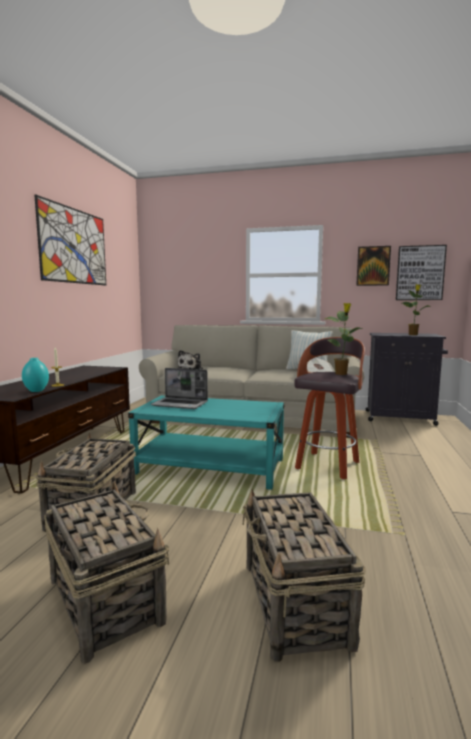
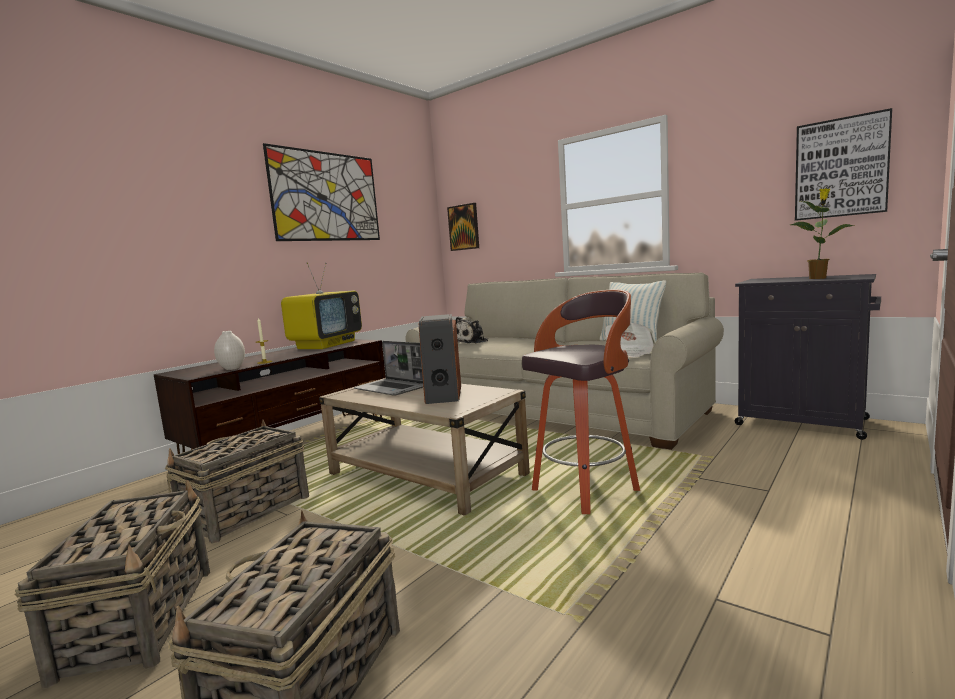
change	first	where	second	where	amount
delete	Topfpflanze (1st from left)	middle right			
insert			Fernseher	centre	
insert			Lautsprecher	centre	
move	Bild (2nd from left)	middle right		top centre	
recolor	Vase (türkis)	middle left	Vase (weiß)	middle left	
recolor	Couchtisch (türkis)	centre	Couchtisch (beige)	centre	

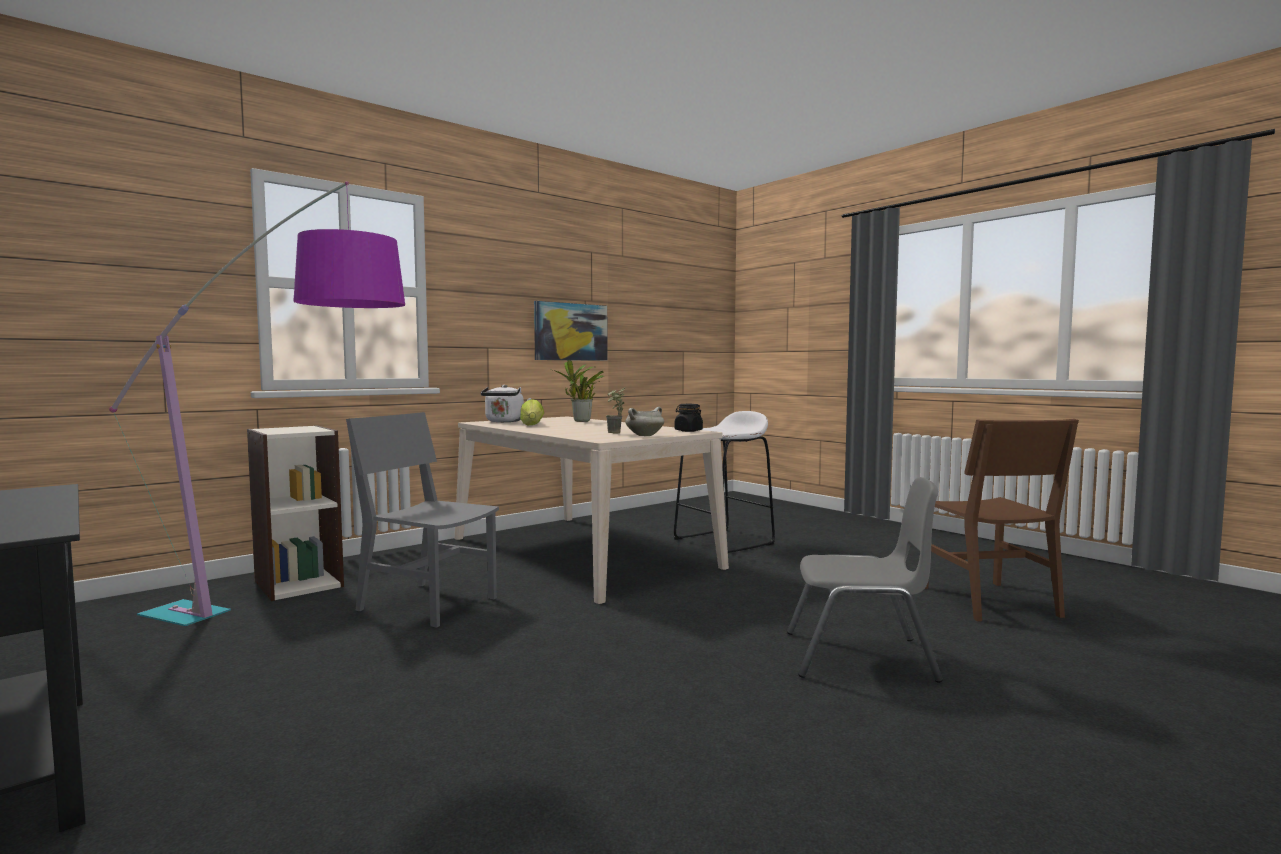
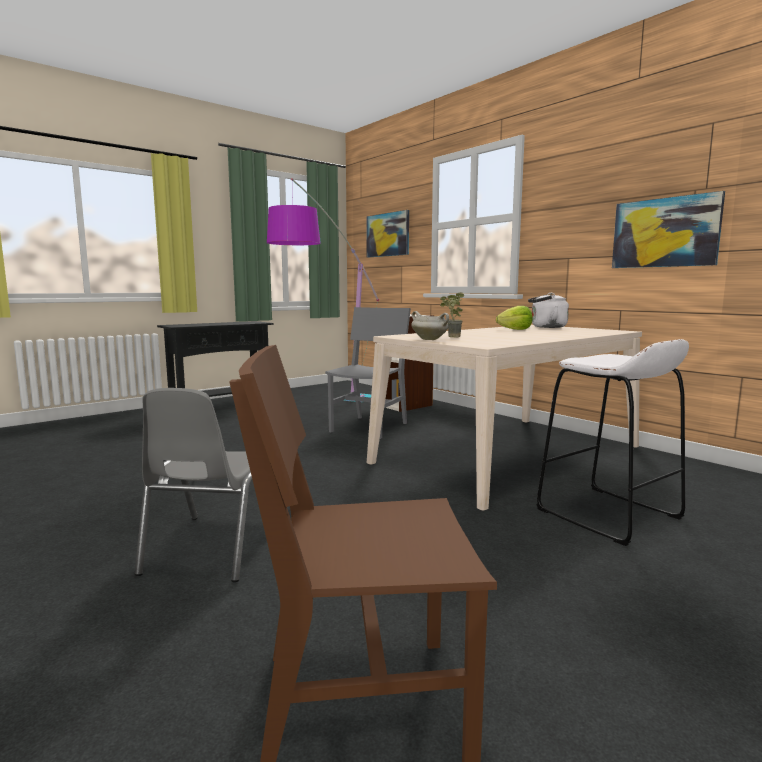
change	first	where	second	where	amount
delete	Topfpflanze (1st from left)	centre			
delete	Vorratsglas (schwarz)	centre			
insert			Bild (1st from left)	top centre	

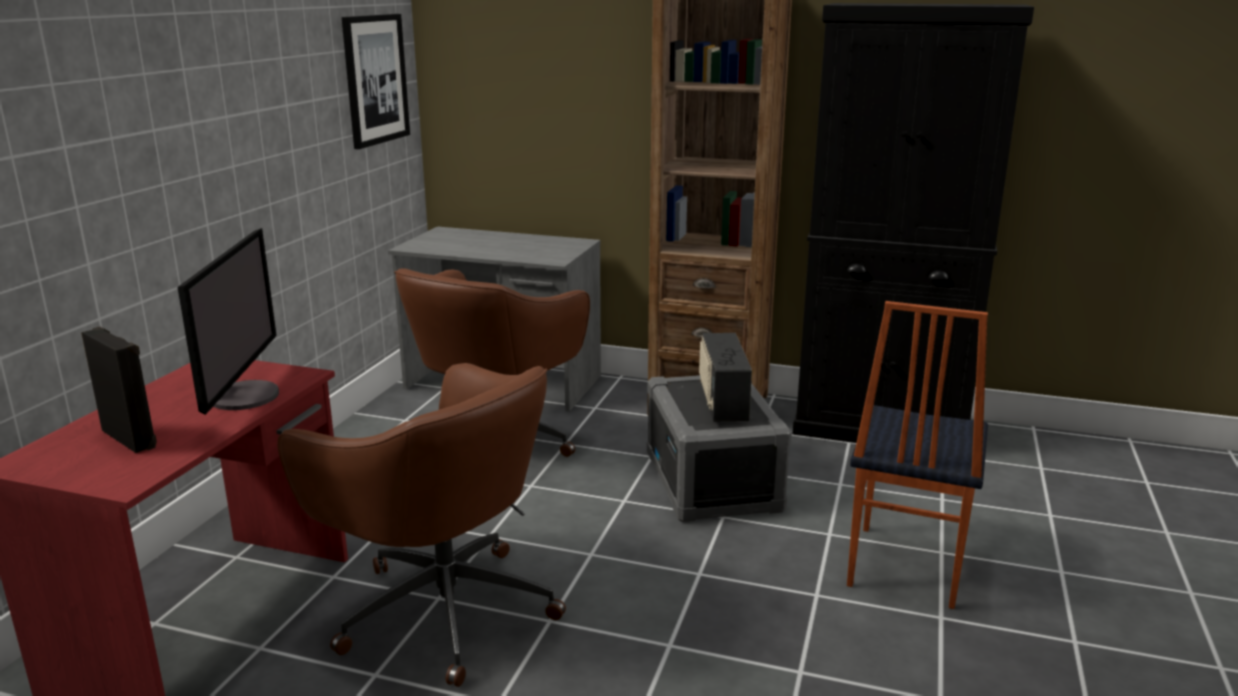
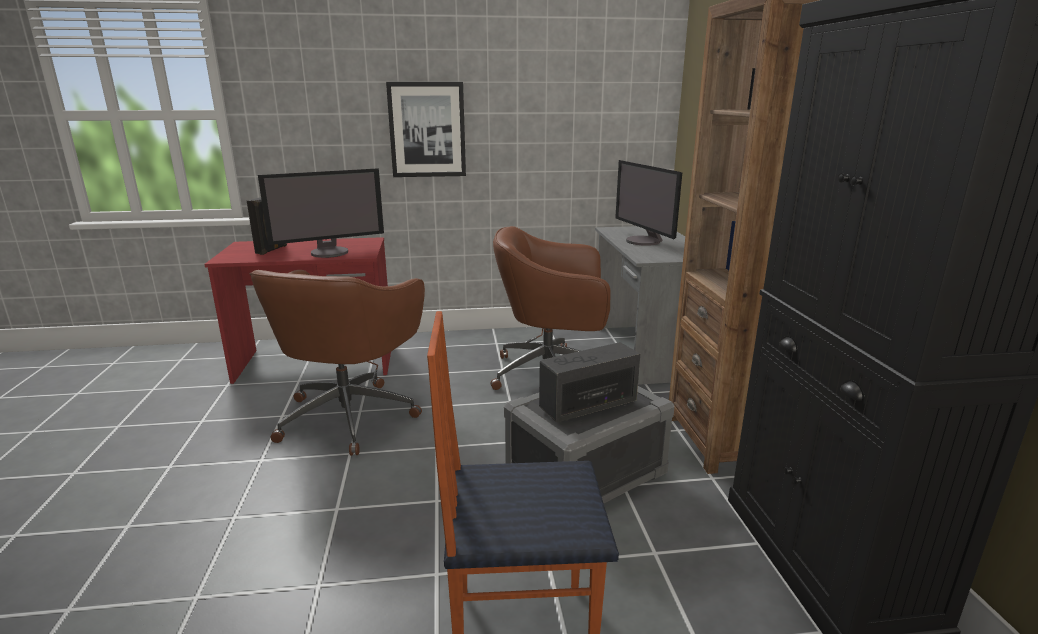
change	first	where	second	where	amount
insert			Monitor (2nd from left)	top centre	
move	Bild	top left		top centre	

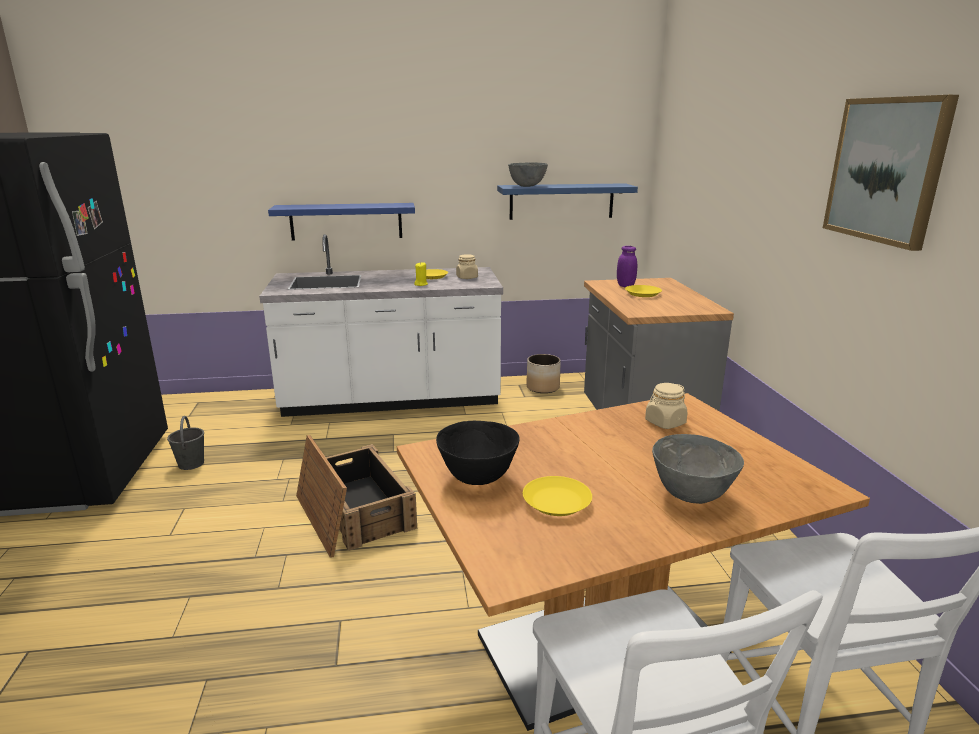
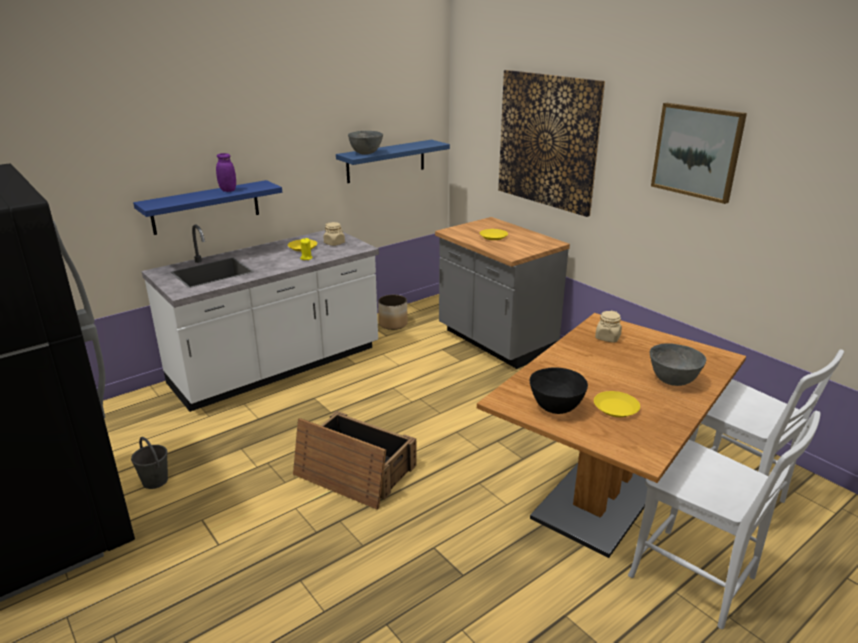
change	first	where	second	where	amount
insert			Bild (1st from left)	top centre	
move	Vorratsglas (lila)	centre		top left	

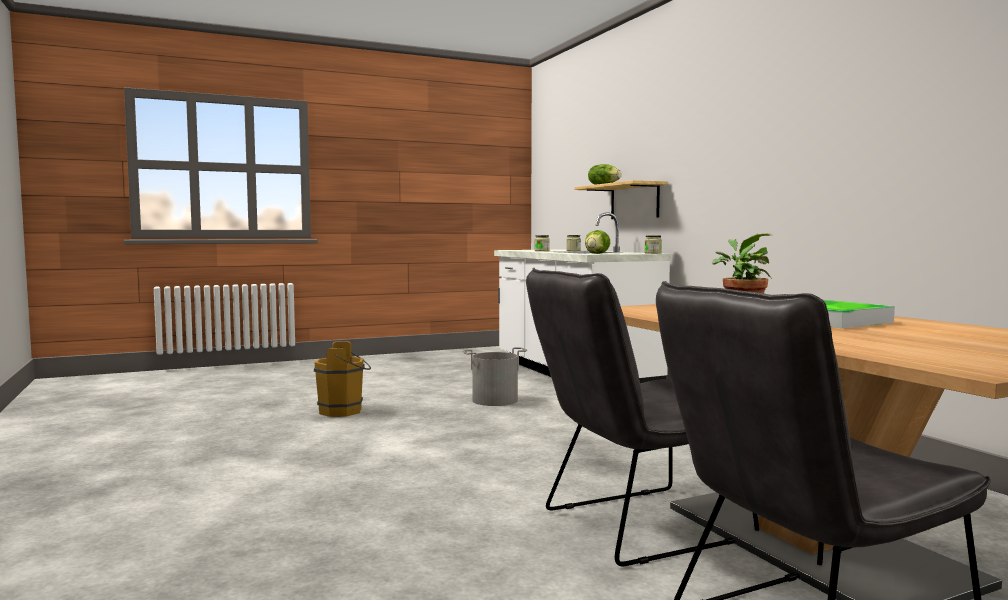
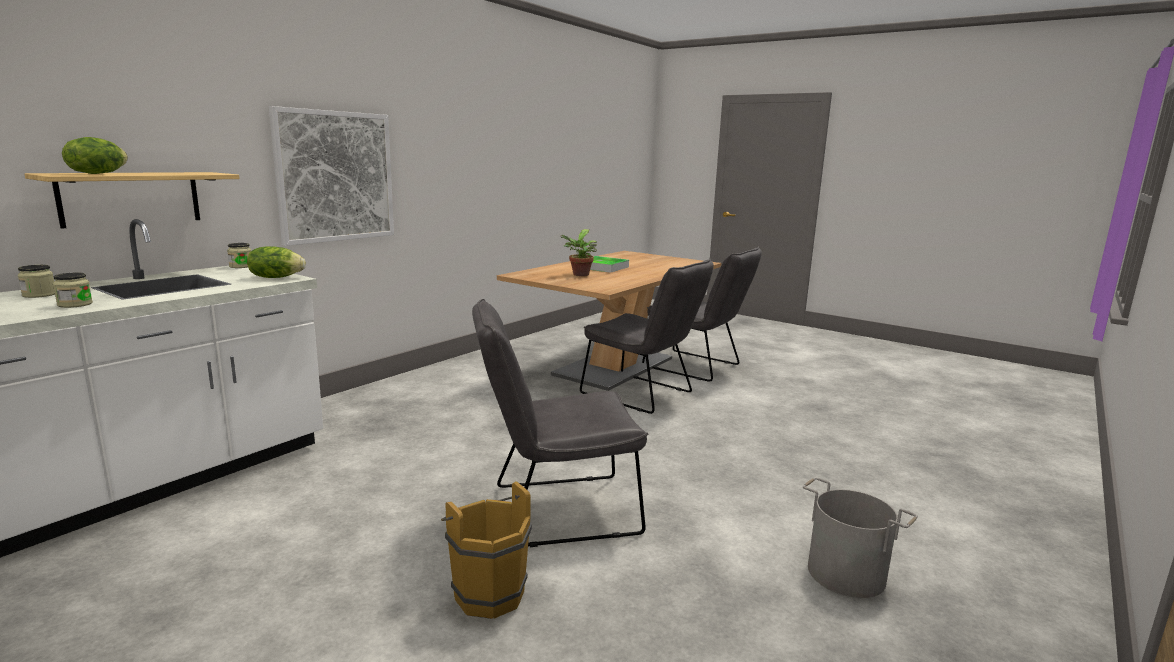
change	first	where	second	where	amount
insert			Bild	top left	
insert			Stuhl (grau) (1st from left)	centre	
move	Eimer (grau)	centre		bottom right	

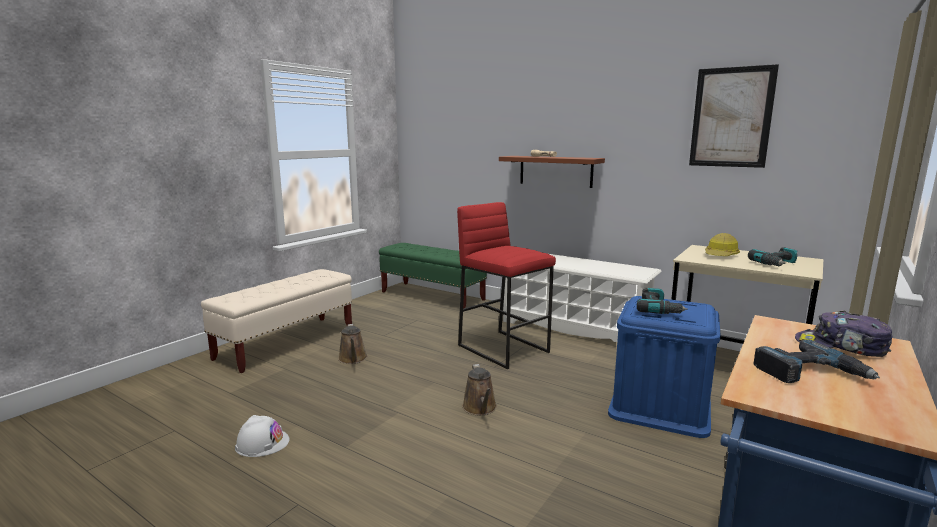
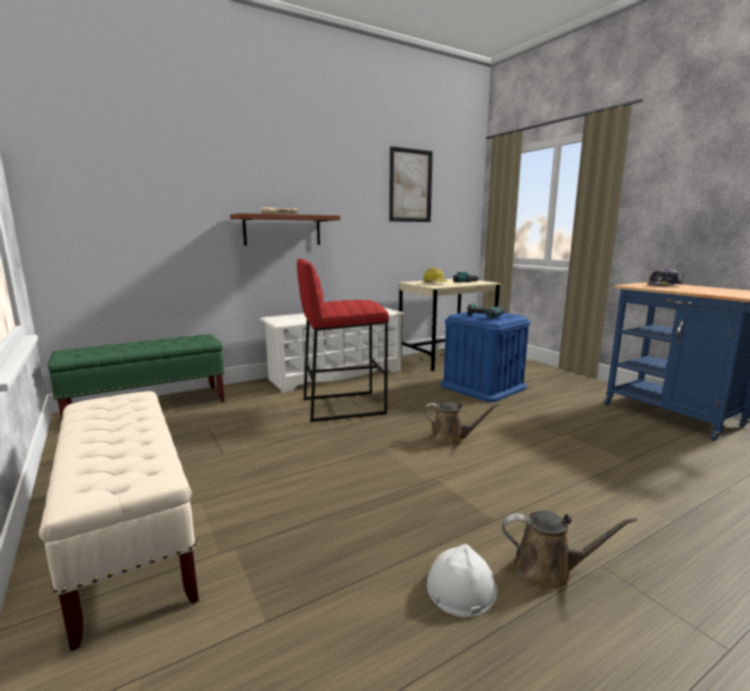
change	first	where	second	where	amount
delete	Bohrmaschine (3rd from left)	bottom right			
move	Gießkanne (braun) (1st from left in the first image)	centre	Gießkanne (braun) (2nd from left)	bottom right	

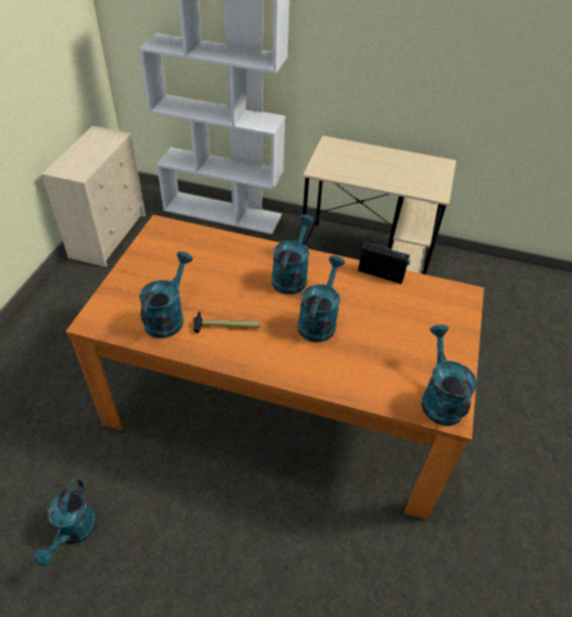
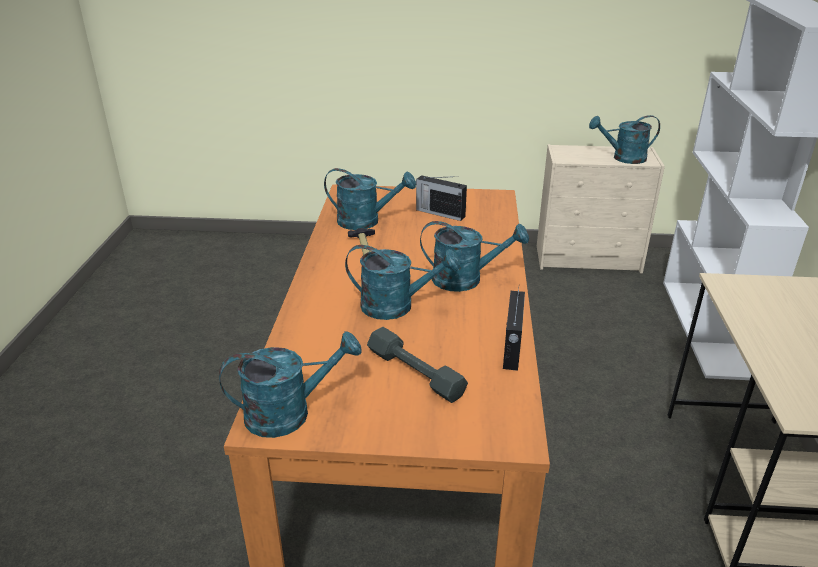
change	first	where	second	where	amount
insert			Hantel (grau)	centre	
insert			Radio (1st from left)	centre	
move	Gießkanne (türkis) (1st from left in the first image)	bottom left	Gießkanne (türkis) (5th from left)	top right	

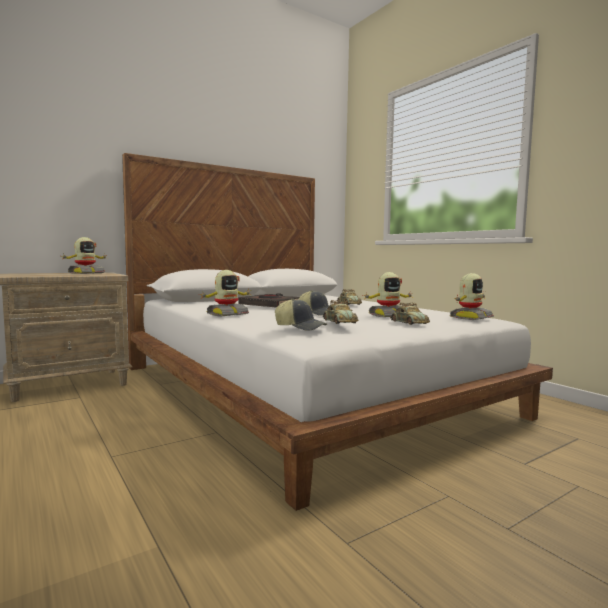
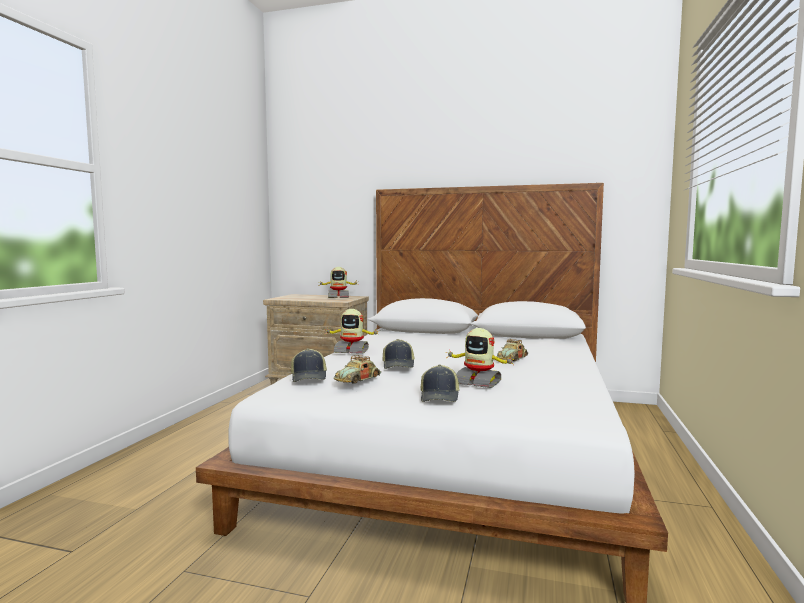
change	first	where	second	where	amount
delete	Buch (schwarz)	centre			
delete	Spielzeugroboter (4th from left)	middle right			
replace	Spielzeugauto (3rd from left)	middle right	Kappe (3rd from left)	centre	

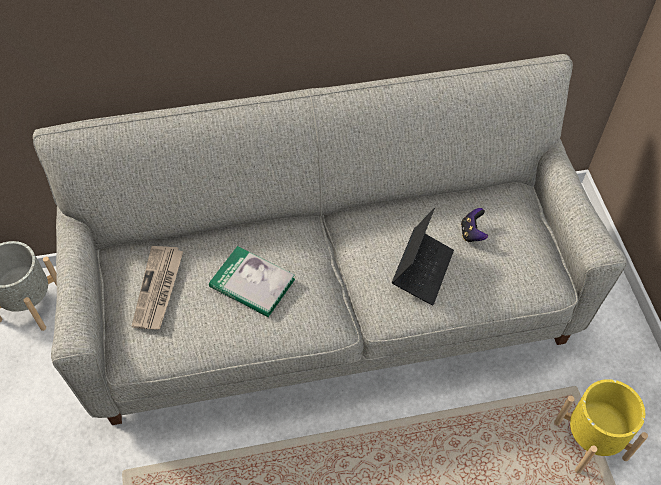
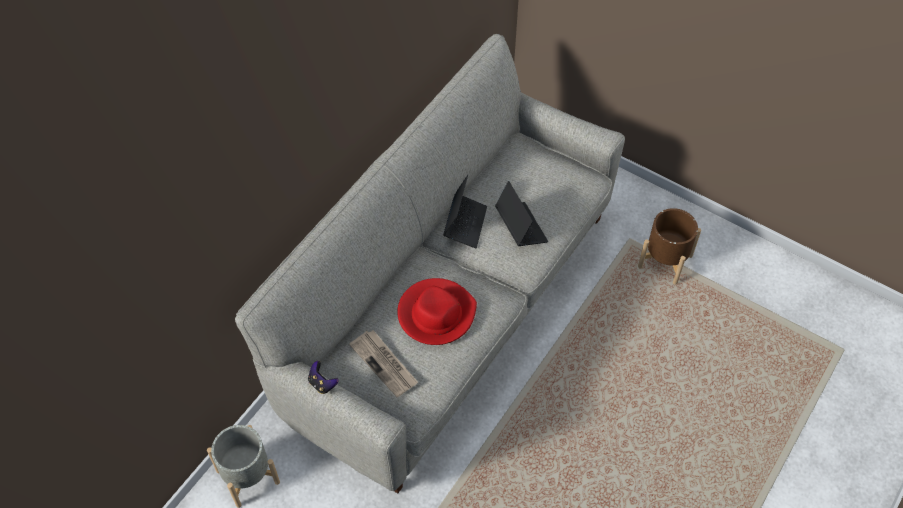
change	first	where	second	where	amount
insert			Laptop (1st from left)	centre	
move	Gamepad	middle right		bottom centre	
replace	Buch	centre	Hut (rot)	centre	
recolor	Pflanzkübel (gelb)	bottom right	Pflanzkübel (braun)	middle right	

